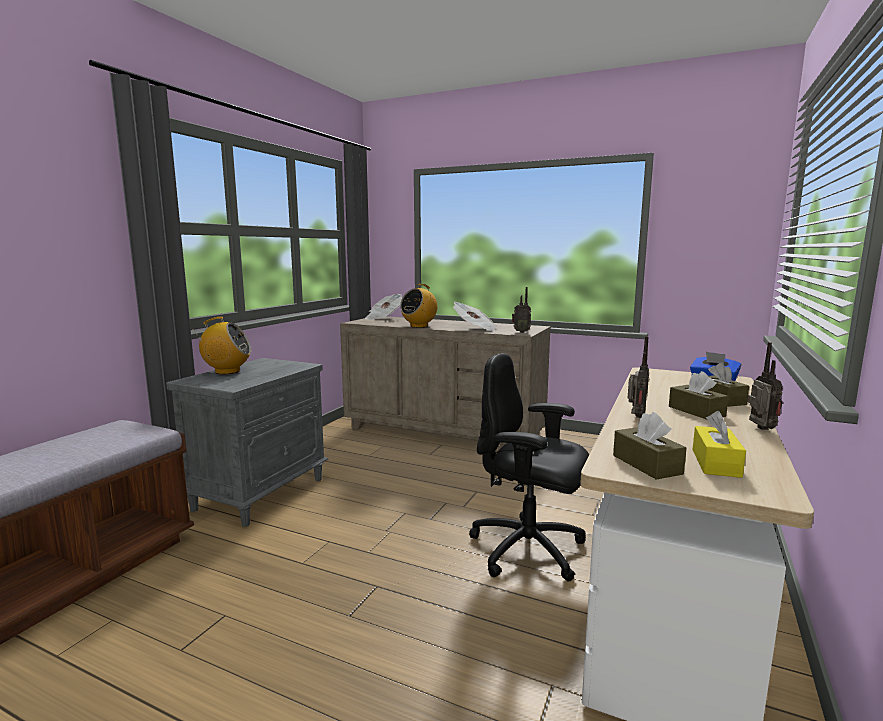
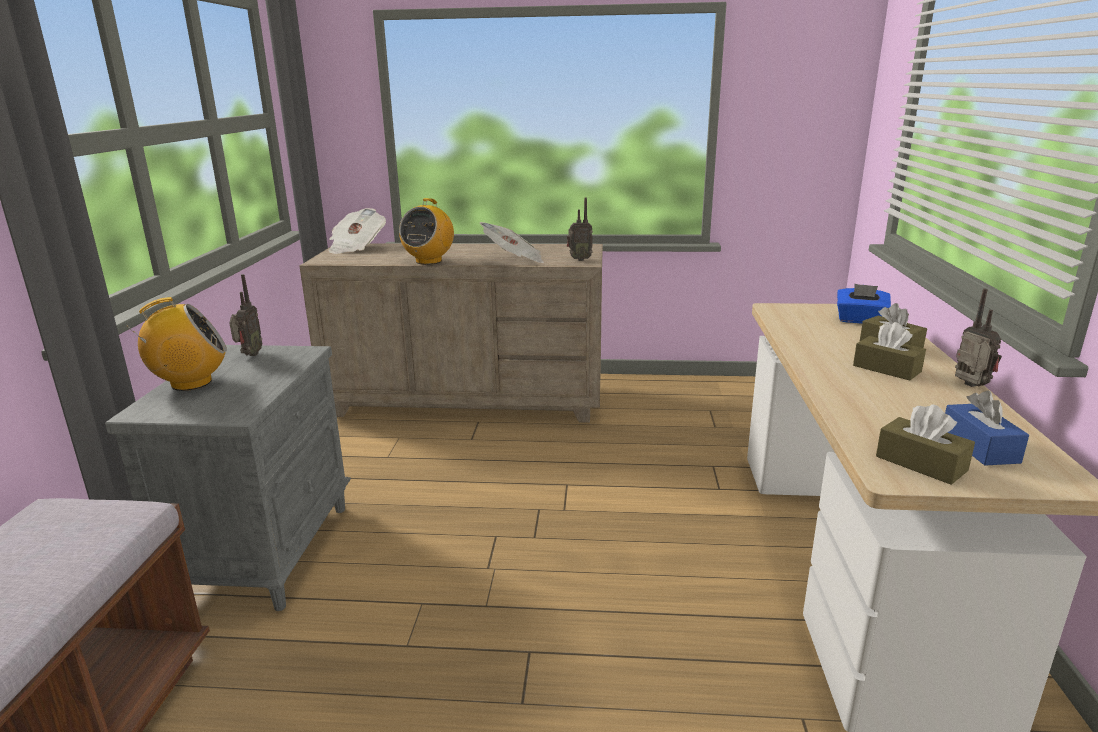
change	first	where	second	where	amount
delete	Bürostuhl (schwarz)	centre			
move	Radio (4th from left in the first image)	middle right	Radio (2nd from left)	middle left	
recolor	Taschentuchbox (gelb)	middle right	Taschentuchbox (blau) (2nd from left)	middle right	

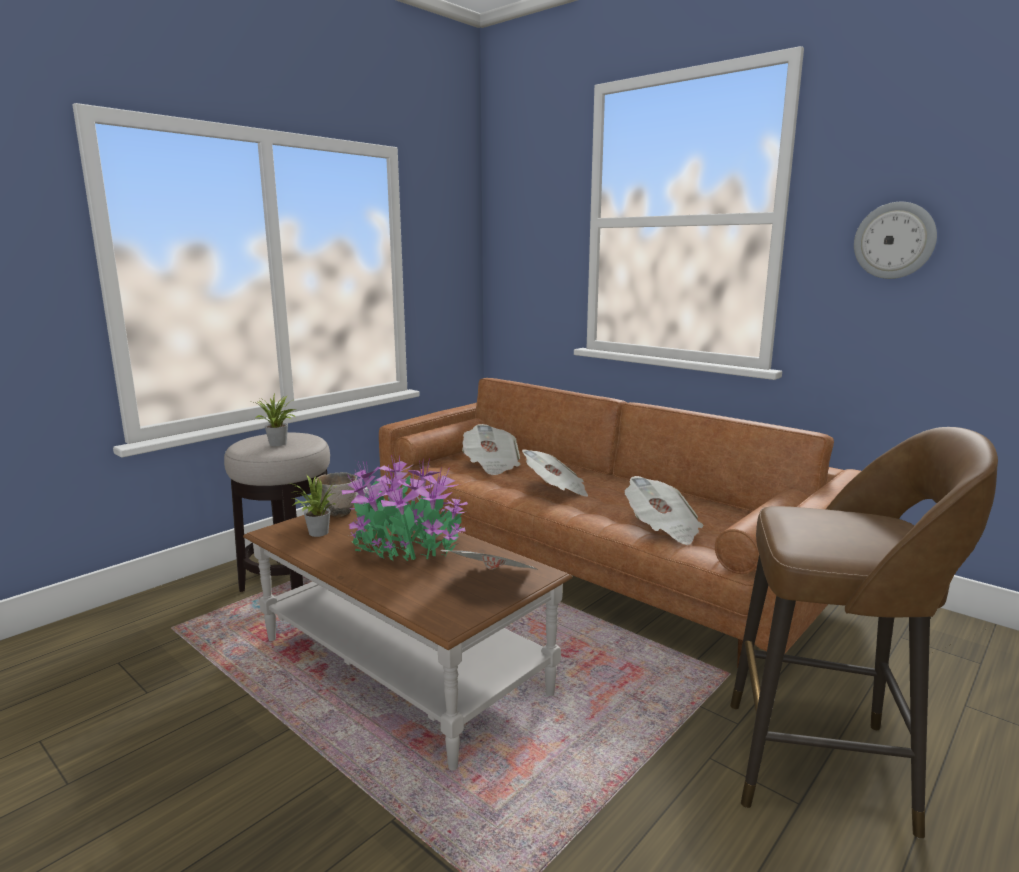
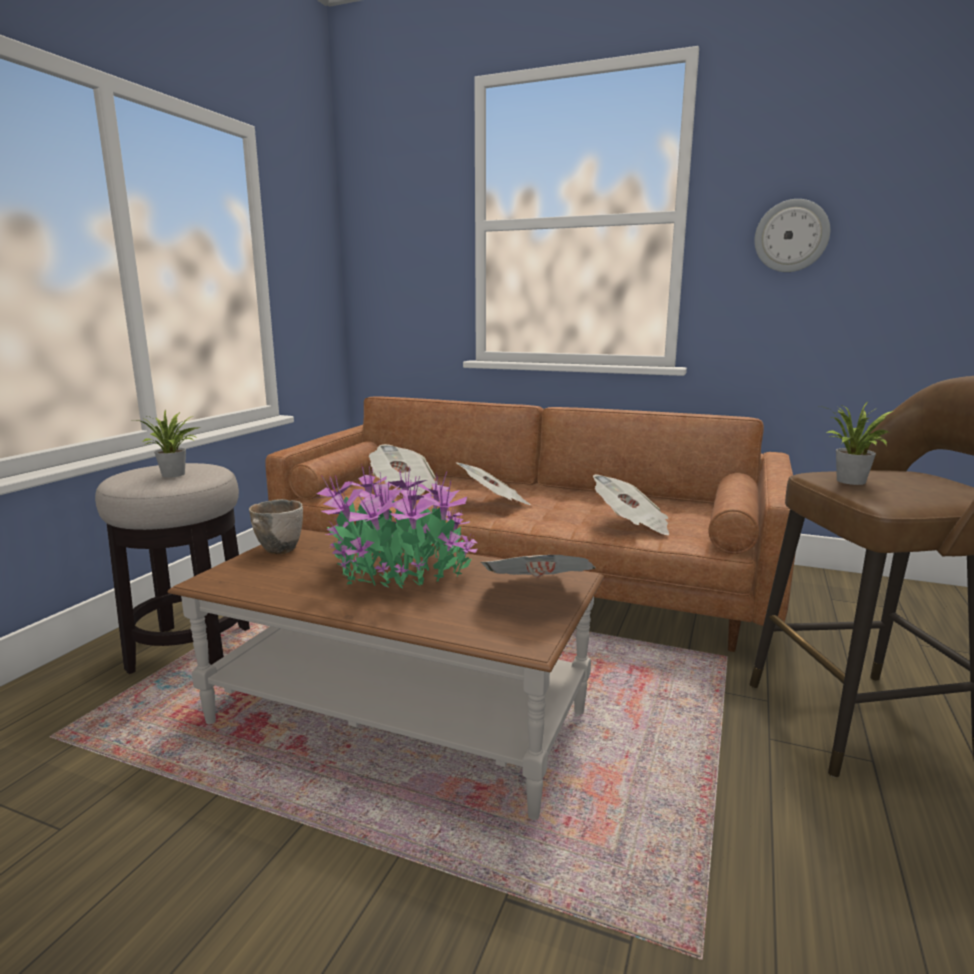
change	first	where	second	where	amount
move	Topfpflanze (2nd from left in the first image)	middle left	Topfpflanze (3rd from left)	middle right	

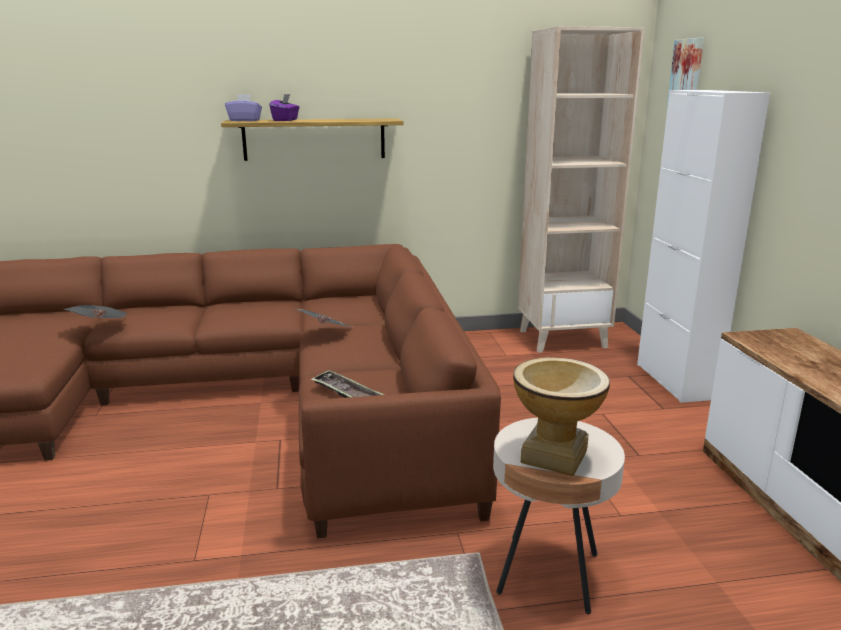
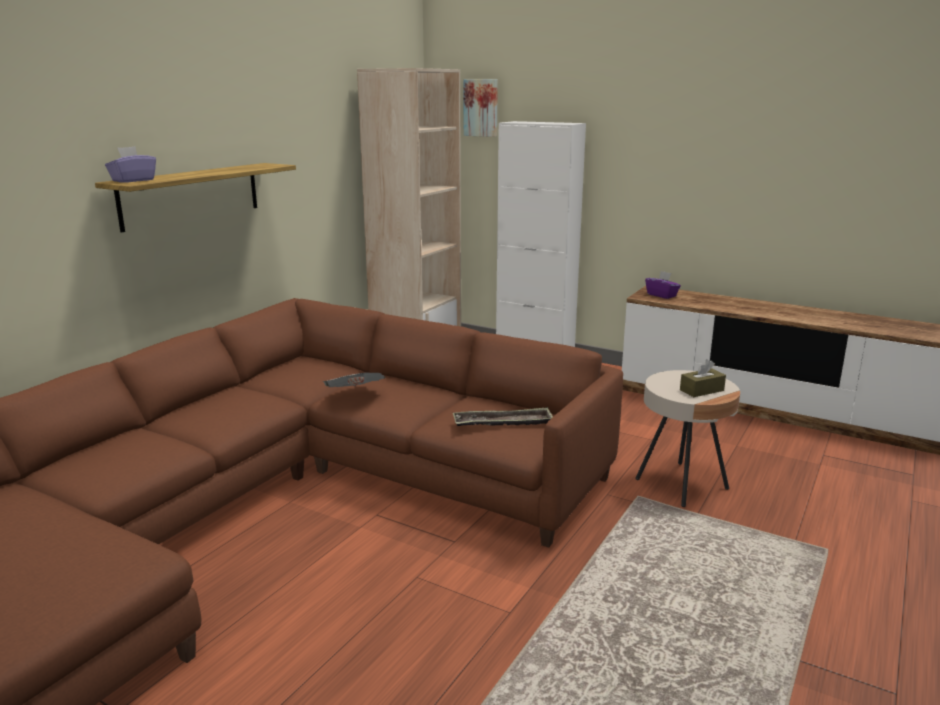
change	first	where	second	where	amount
delete	Zeitung (1st from left)	middle left			
move	Taschentuchbox (lila) (2nd from left)	top centre		middle right	
replace	Vase	middle right	Taschentuchbox (braun)	middle right	

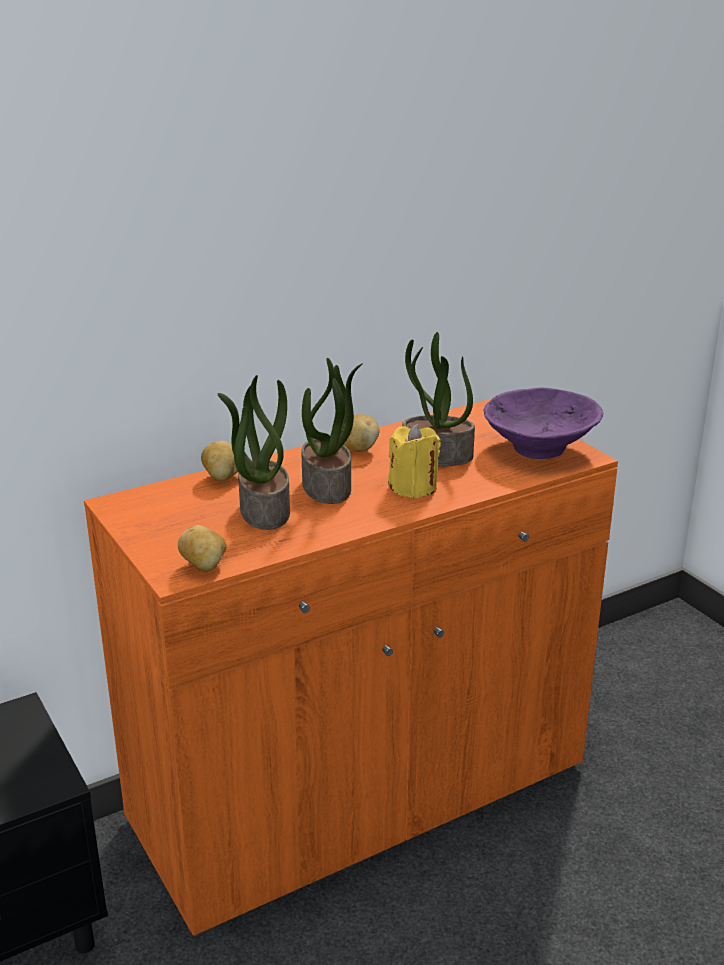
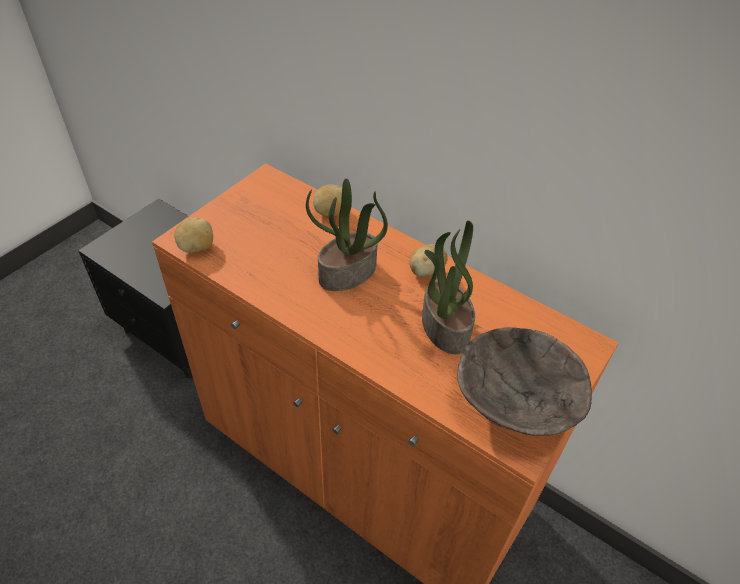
change	first	where	second	where	amount
delete	Topfpflanze (1st from left)	centre			
delete	Kerze (gelb)	centre			
recolor	Schüssel (lila)	middle right	Schüssel (braun)	middle right	

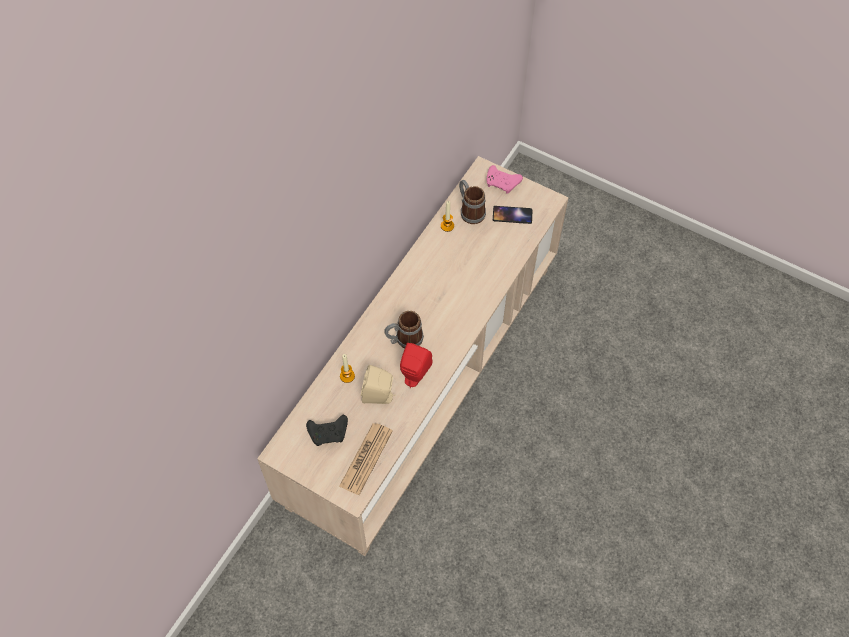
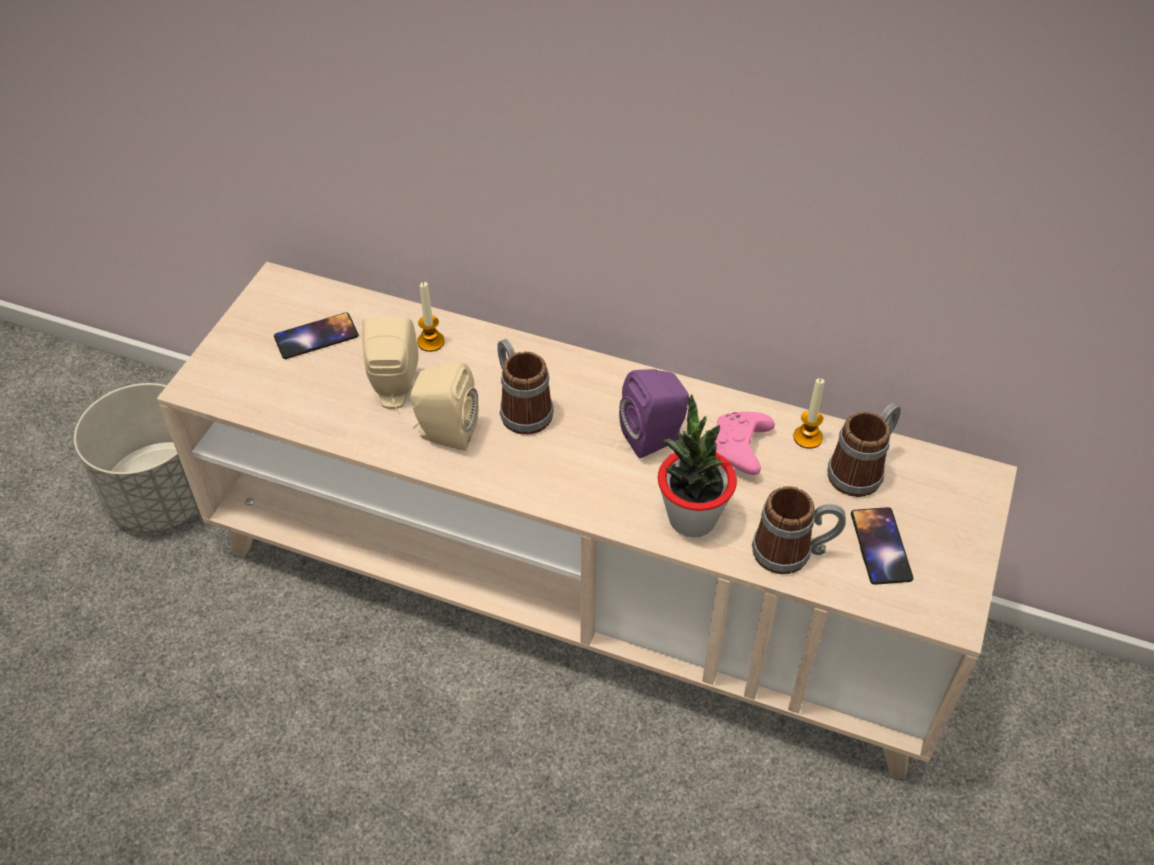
change	first	where	second	where	amount
delete	Zeitung	bottom centre			
insert			Pflanzkübel (grau)	middle left	
insert			Lautsprecher (lila)	centre	
insert			Topfpflanze	centre	
insert			Henkelbecher (2nd from left)	middle right	
move	Gamepad (rosa)	top centre		centre	
replace	Gamepad (schwarz)	bottom centre	Handy (1st from left)	middle left	
recolor	Lautsprecher (rot)	centre	Lautsprecher (beige) (2nd from left)	centre	

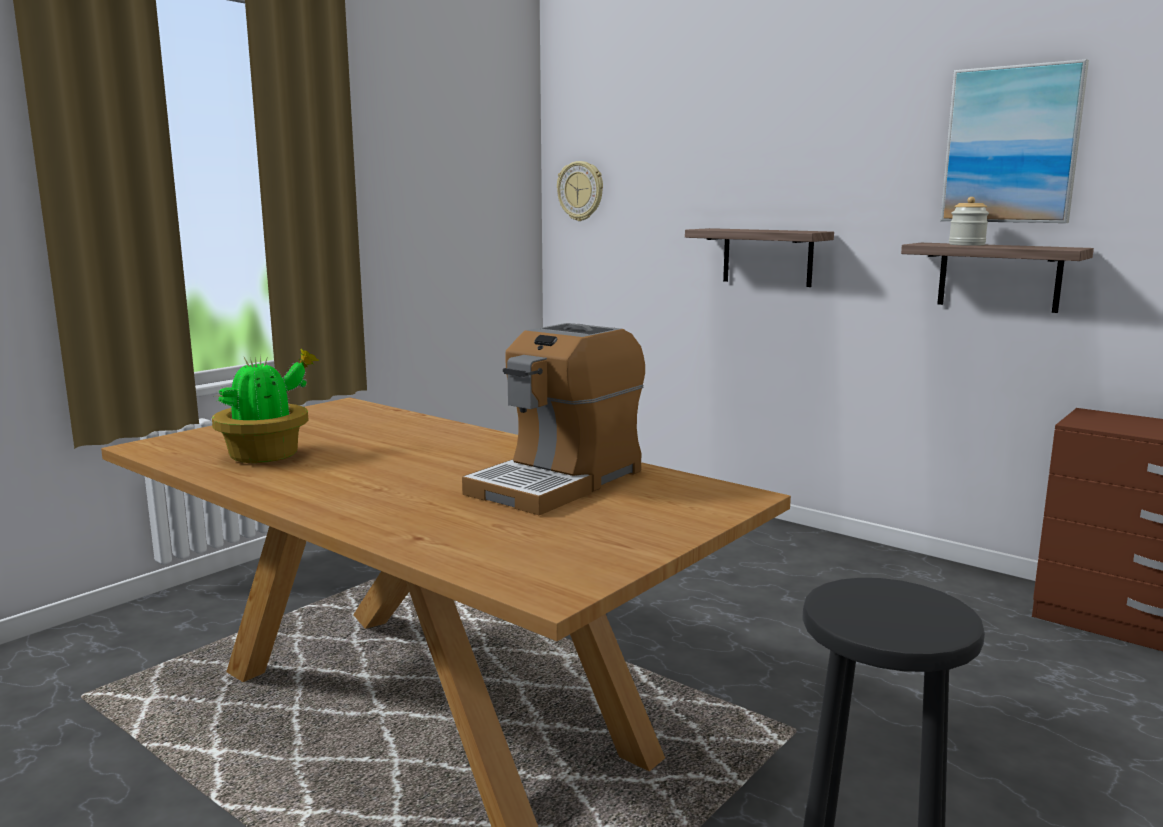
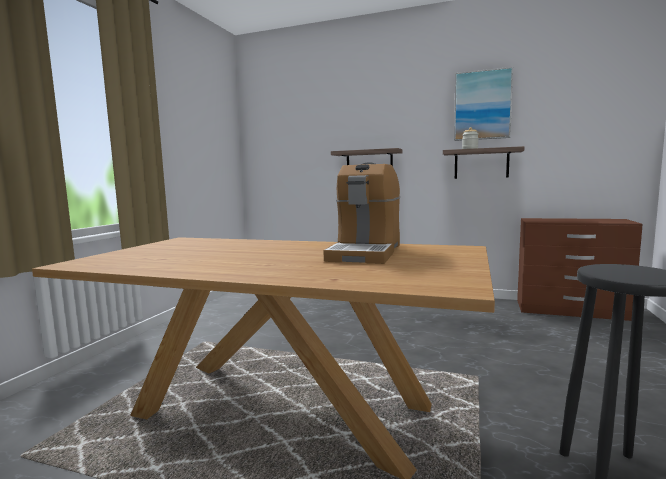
change	first	where	second	where	amount
delete	Topfpflanze	middle left			
delete	Wanduhr	top centre			

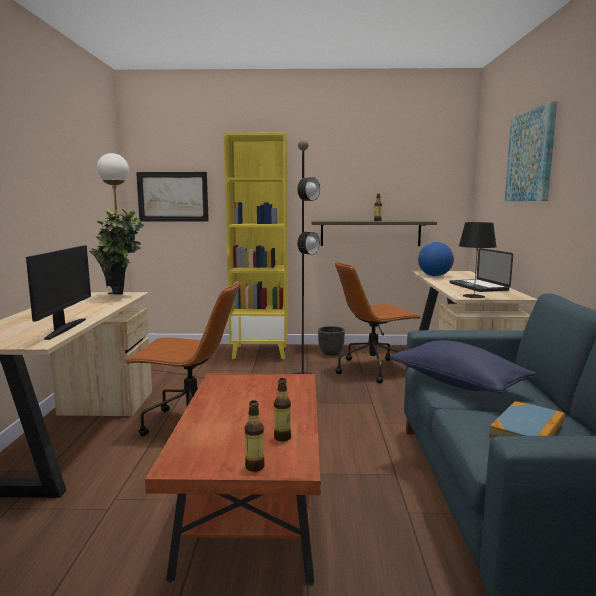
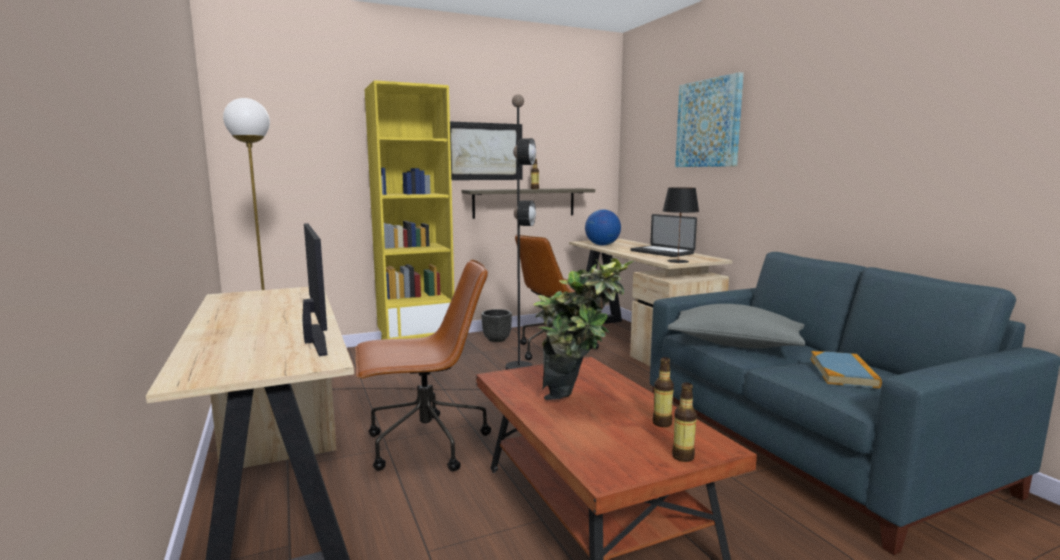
change	first	where	second	where	amount
move	Topfpflanze	middle left		centre	
move	Bild (1st from left)	top left		top centre	
recolor	Kissen (blau)	middle right	Kissen (grau)	middle right	

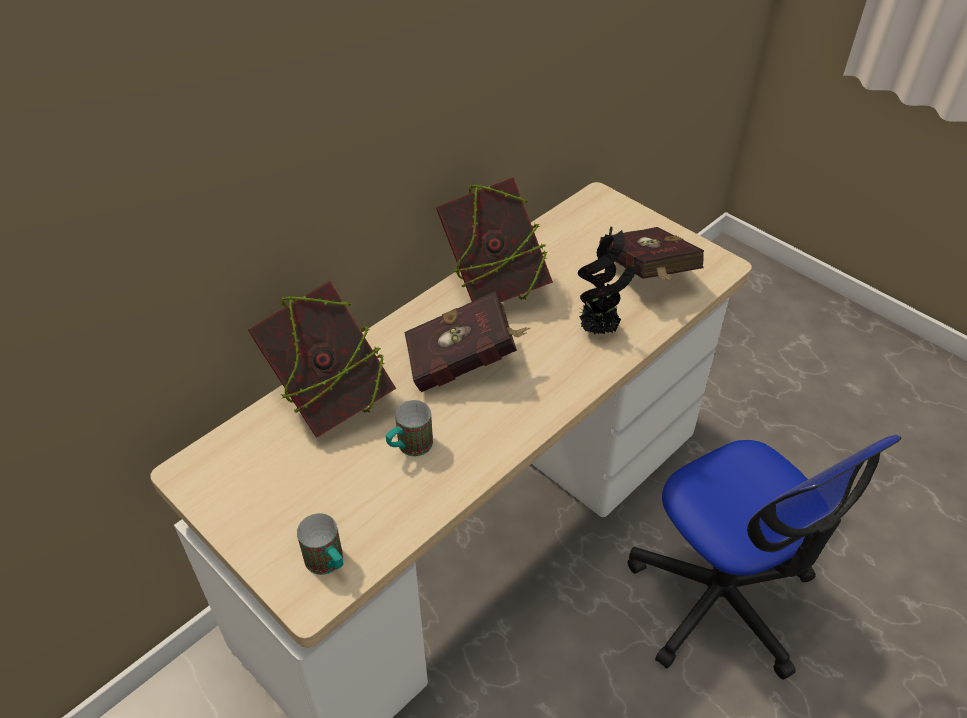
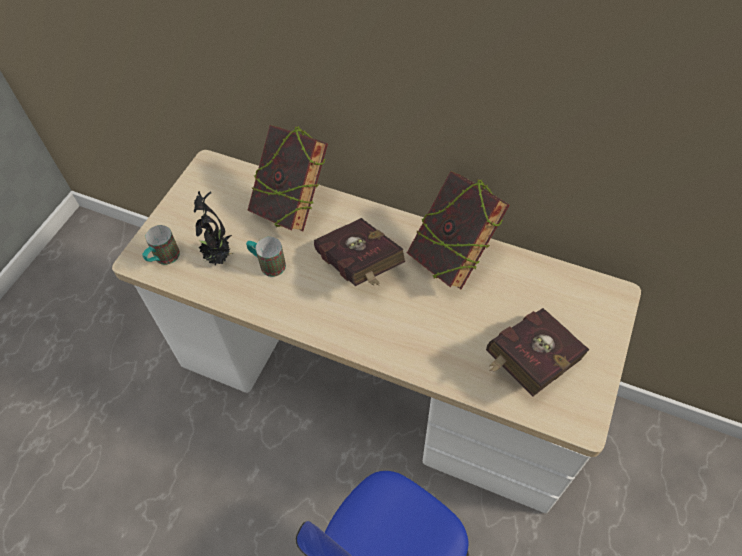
change	first	where	second	where	amount
move	Topfpflanze	centre		middle left	

